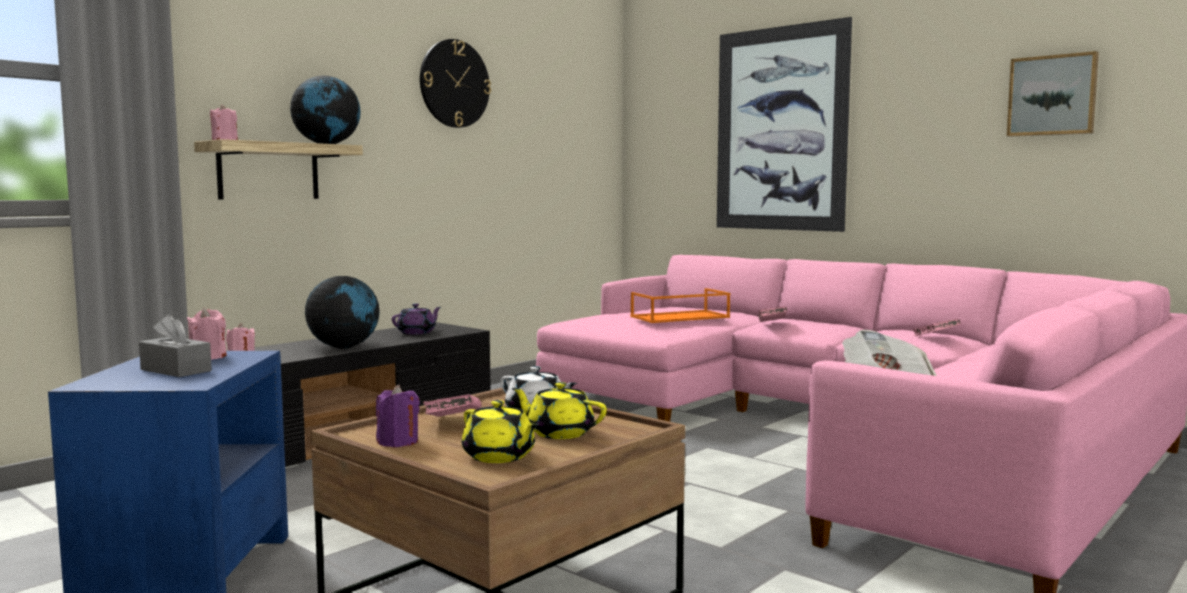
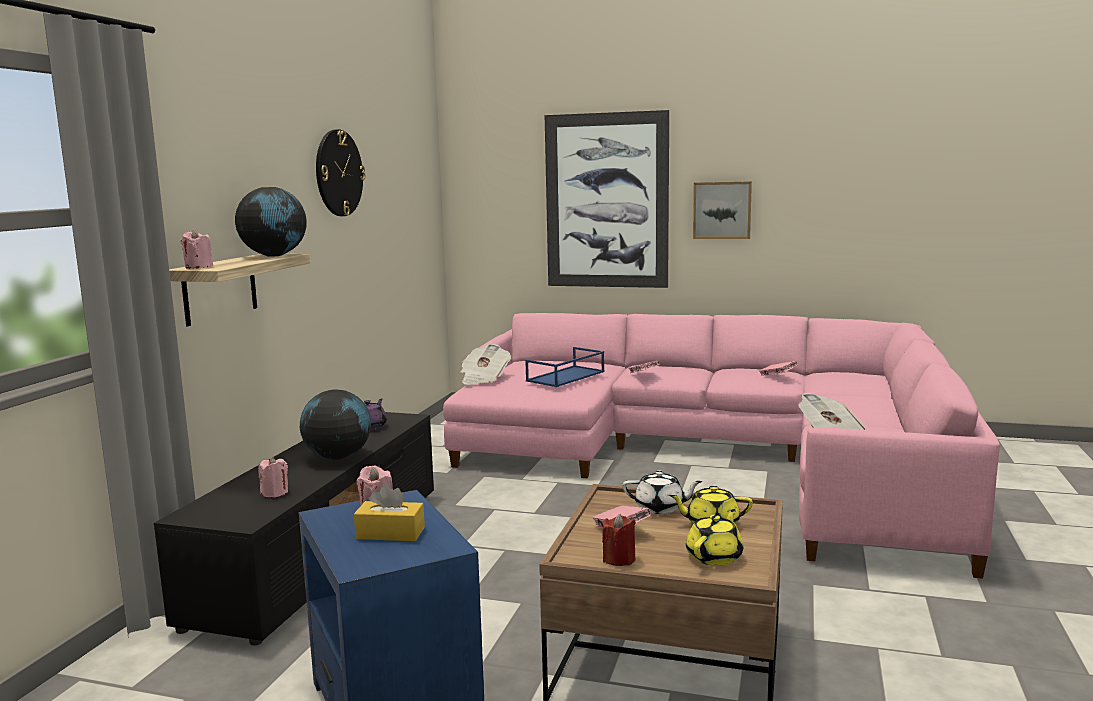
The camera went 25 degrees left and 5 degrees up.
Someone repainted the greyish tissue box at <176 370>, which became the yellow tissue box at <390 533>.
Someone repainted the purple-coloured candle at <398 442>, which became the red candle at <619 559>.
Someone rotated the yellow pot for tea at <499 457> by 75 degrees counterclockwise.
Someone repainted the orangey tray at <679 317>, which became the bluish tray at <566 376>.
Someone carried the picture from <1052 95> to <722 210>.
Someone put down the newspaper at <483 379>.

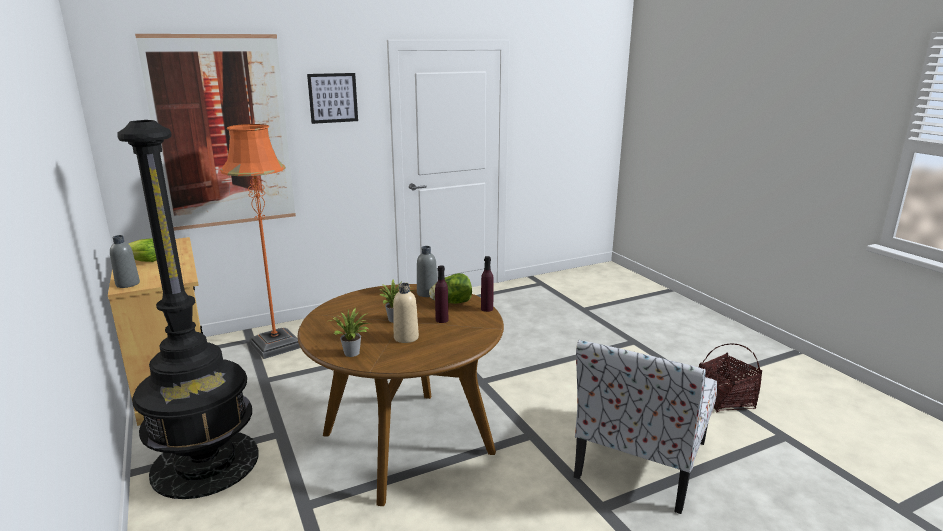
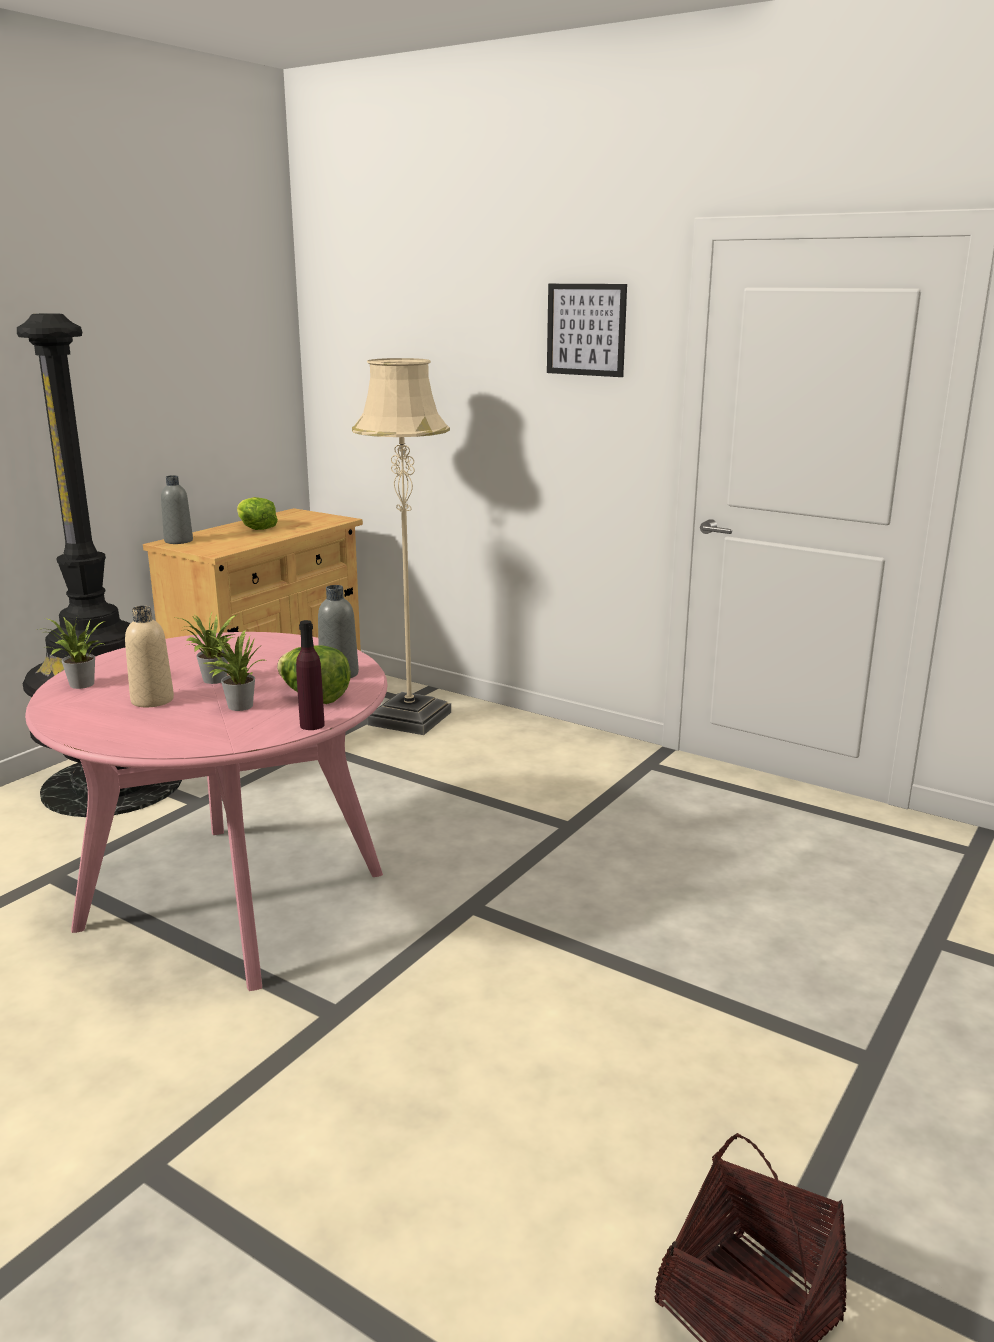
The camera went 60 degrees right and 0 degrees up.
Someone took away the picture at <222 133>.
Someone repainted the orangey standing lamp at <276 345>, which became the beige standing lamp at <409 718>.
Someone repainted the brownish kitchen table at <407 443>, which became the pink-coloured kitchen table at <233 899>.
Someone swapped the purple-coloured bottle at <442 320> for the potted plant at <237 706>.
Someone took away the upright chair at <640 461>.

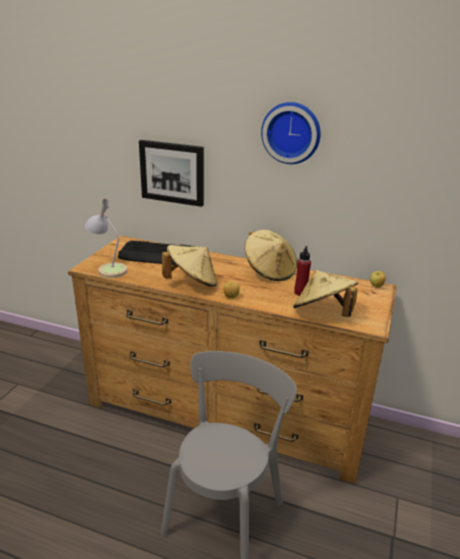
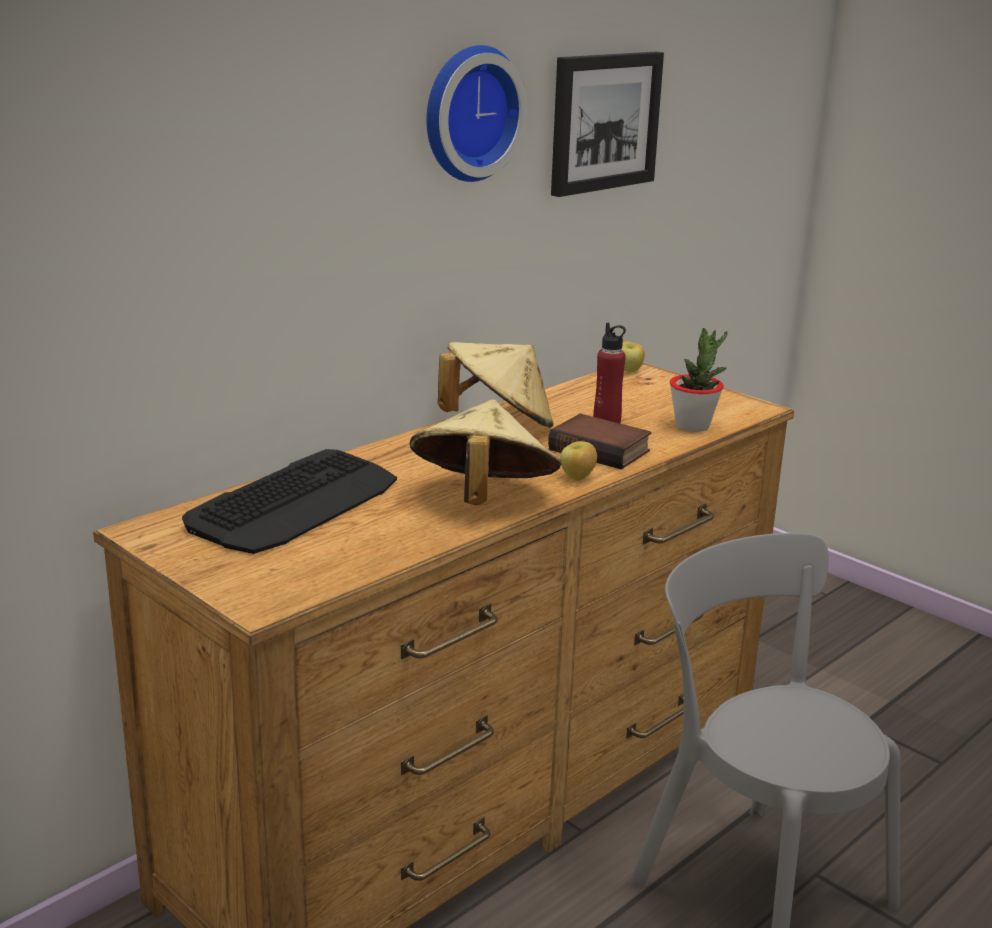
The camera went 65 degrees left and 5 degrees down.
Someone took away the table lamp at <108 269>.
Someone carried the picture from <172 172> to <604 122>.
Someone swapped the beige hat at <323 313> for the potted plant at <692 426>.
Someone put down the bound book at <601 450>.

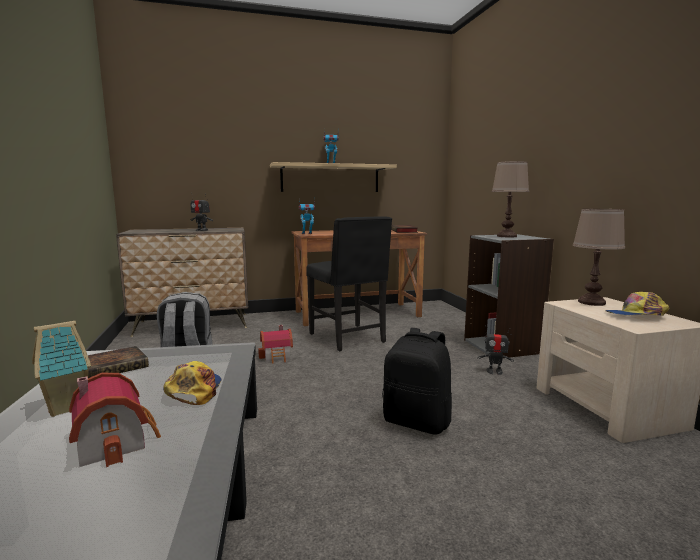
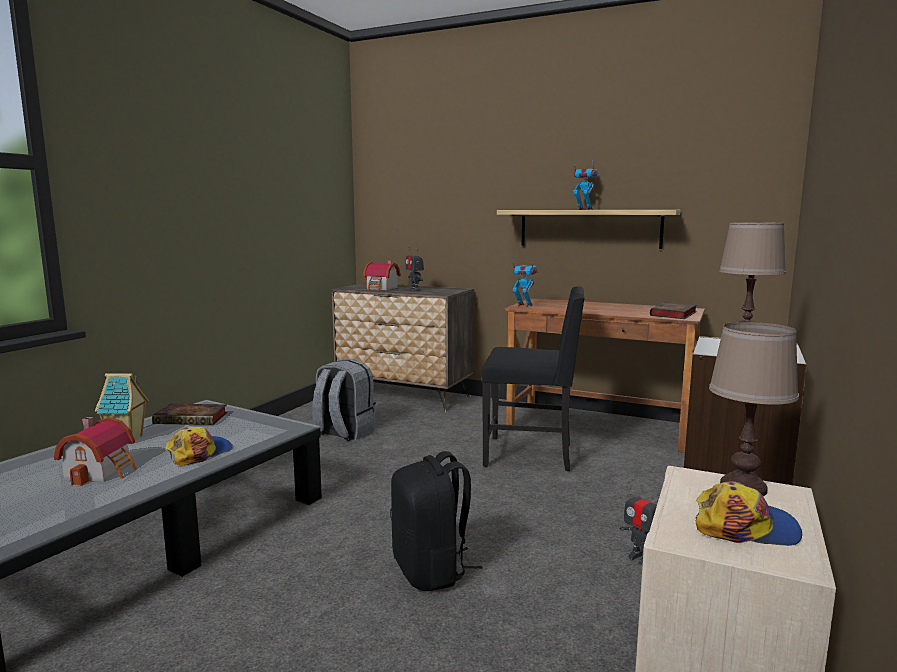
The camera went 40 degrees right and 0 degrees up.
Someone carried the miniature house from <277 356> to <382 288>.
Someone rotated the black-coloured upright chair at <349 338> by 90 degrees counterclockwise.
Someone rotated the baseball cap at <636 315> by 150 degrees clockwise.

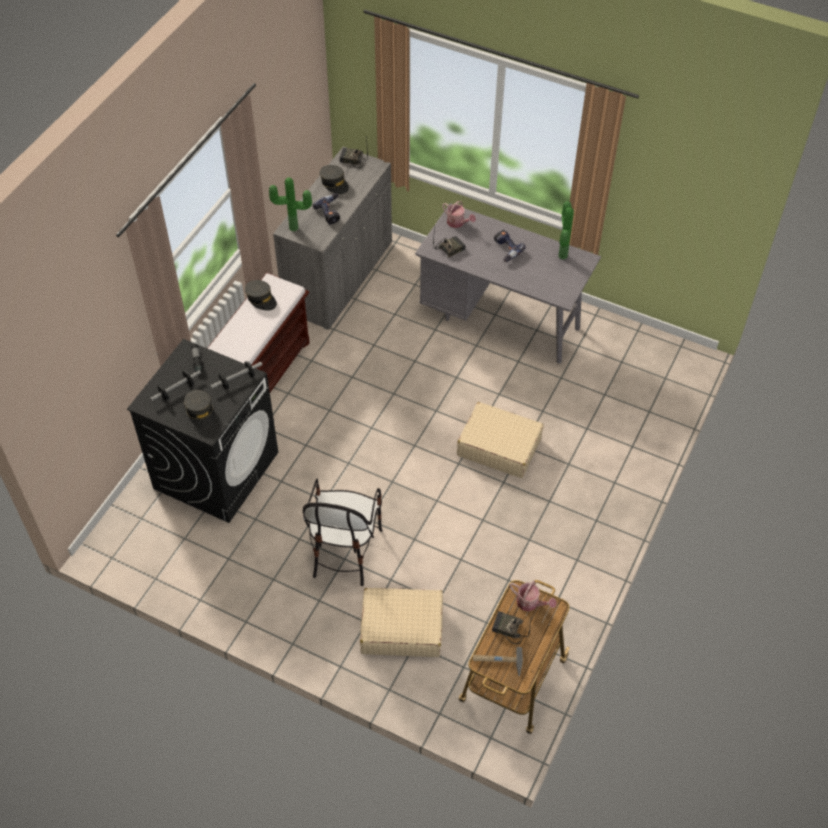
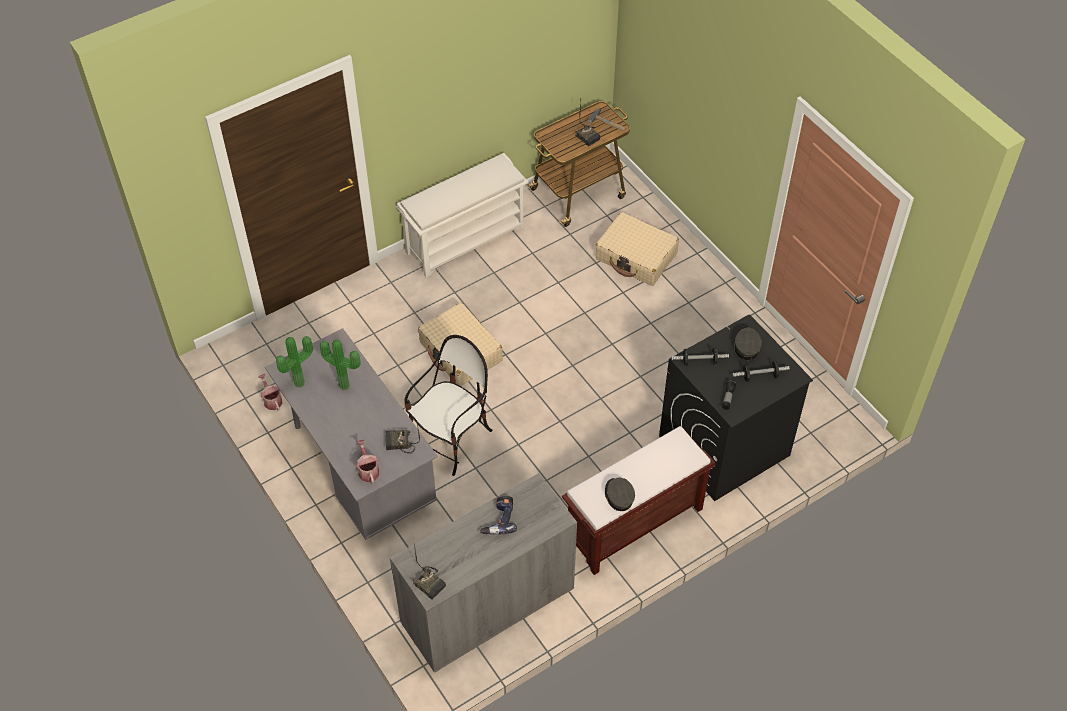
The camera went 150 degrees left and 0 degrees up.
Someone carried the potted plant from <293 229> to <345 384>.
Someone carried the upright chair from <345 551> to <452 439>.
Someone took away the greyish baseball cap at <334 183>.
Someone took away the power drill at <505 250>.
Someone carried the watering pot from <530 603> to <272 400>.
Someone put down the whitish shoe rack at <465 239>.

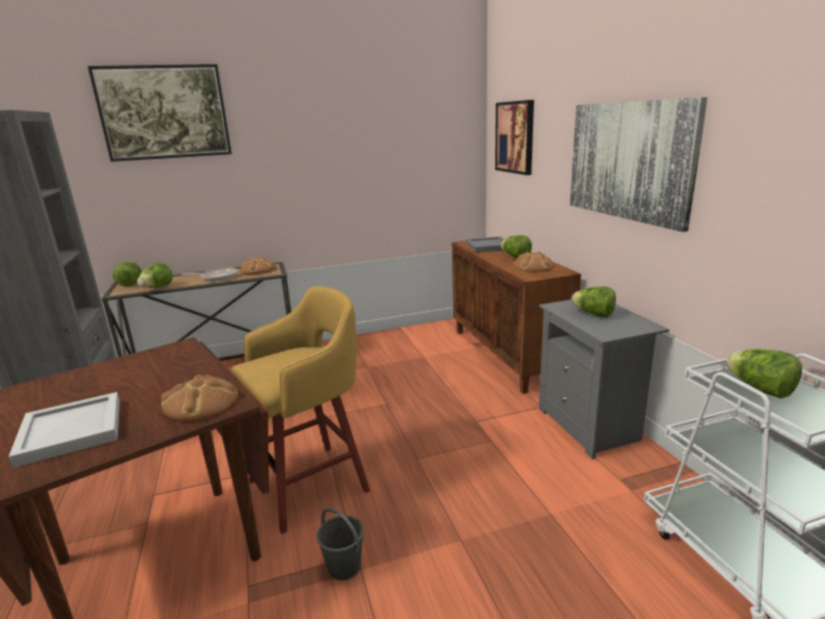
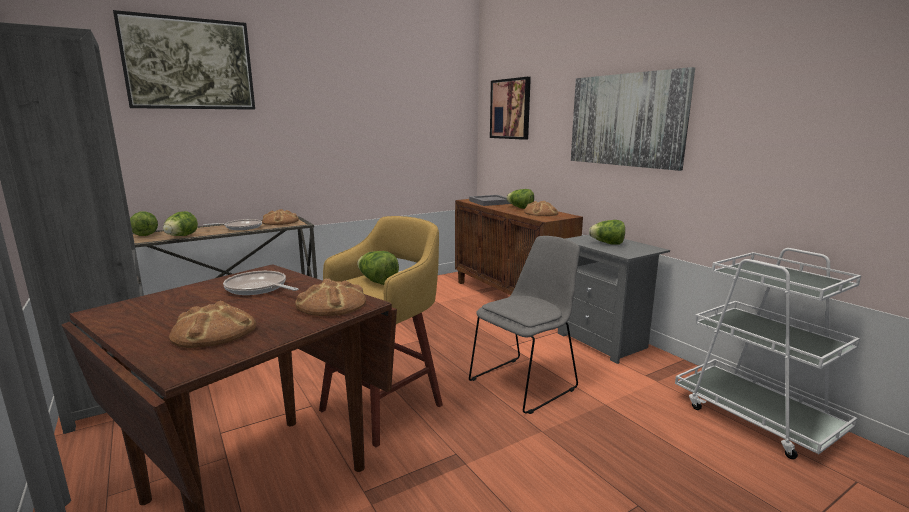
The camera went 15 degrees left and 5 degrees down.
Someone swapped the whitish tray at <69 432> for the baked bread at <213 331>.
Someone took away the greyish water bucket at <343 566>.
Someone carried the head of lettuce from <760 389> to <377 281>.
Someone put down the pan at <258 288>.
Someone put down the greyish upright chair at <525 383>.

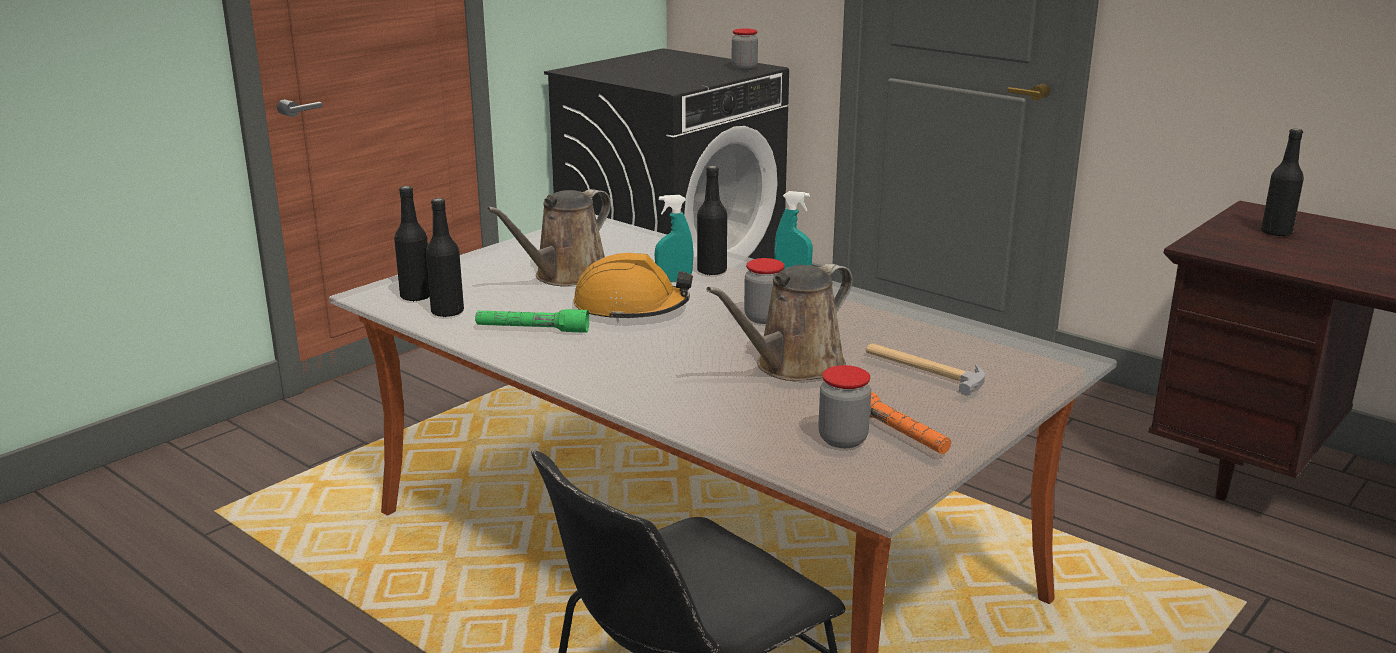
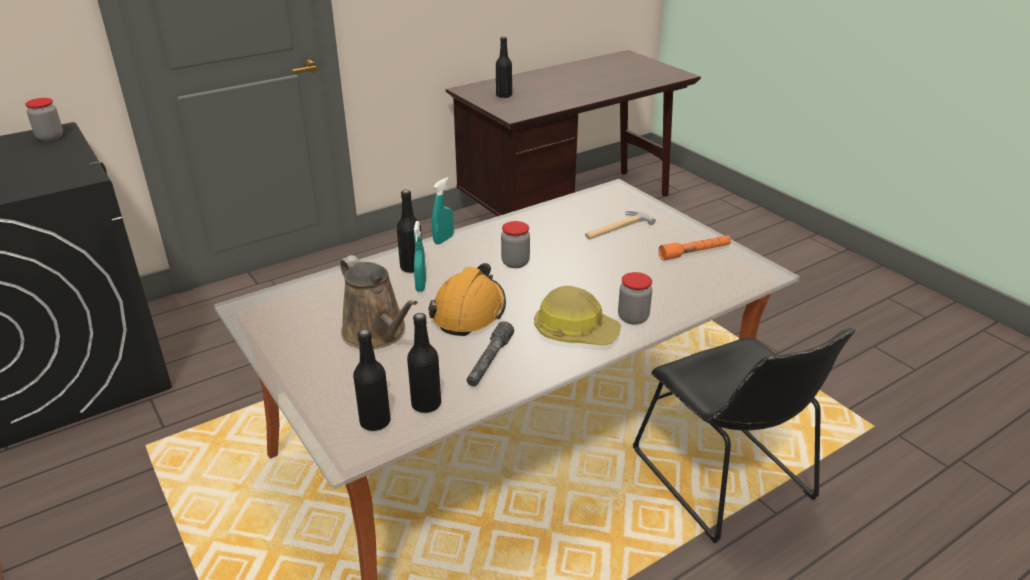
The camera went 75 degrees left and 10 degrees up.
Someone repainted the greenish hand torch at <532 329>, which became the greyish hand torch at <489 361>.
Someone took away the brownish watering pot at <793 366>.
Someone carried the preserve jar from <842 439> to <633 317>.
Someone put down the work helmet at <575 331>.

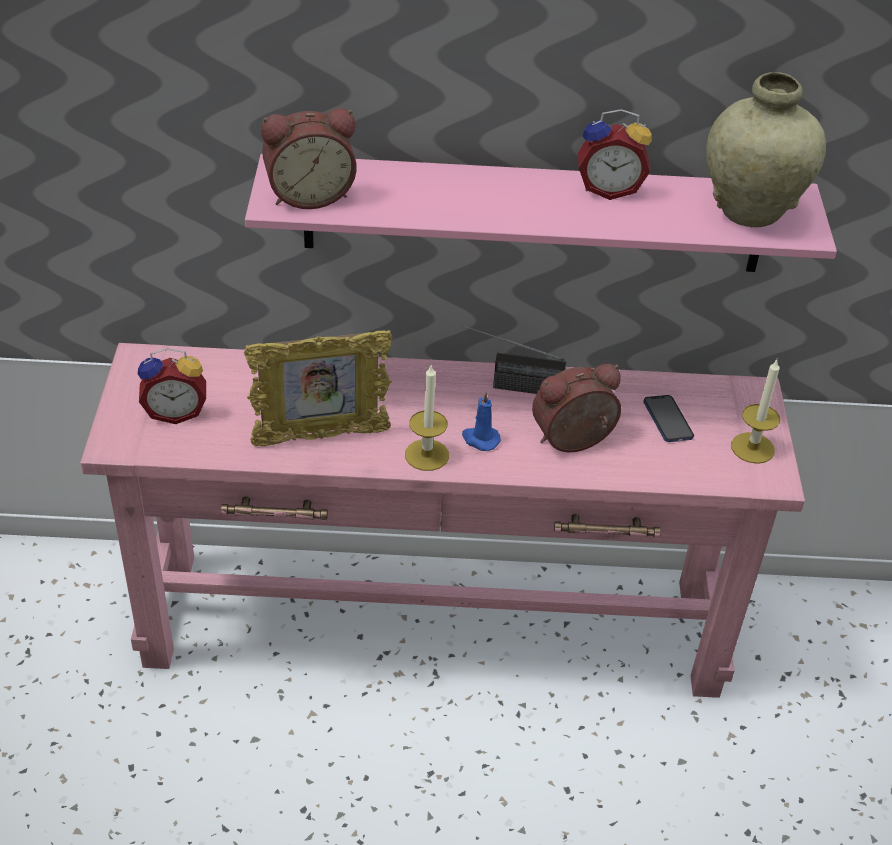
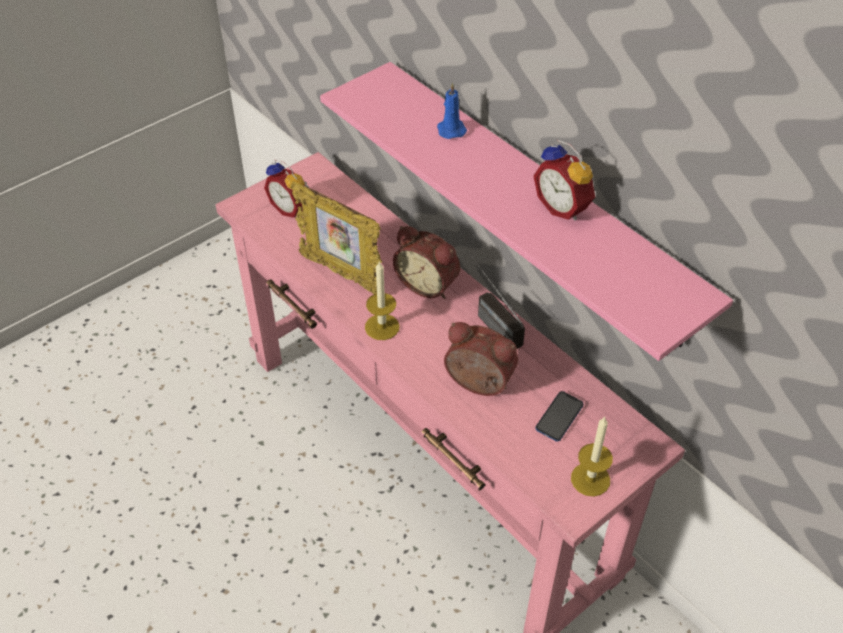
The camera went 50 degrees right and 5 degrees up.
Someone carried the alarm clock from <309 194> to <428 284>.
Someone carried the bluish candle from <480 439> to <450 129>.
Someone took away the beige decorative vase at <751 211>.

